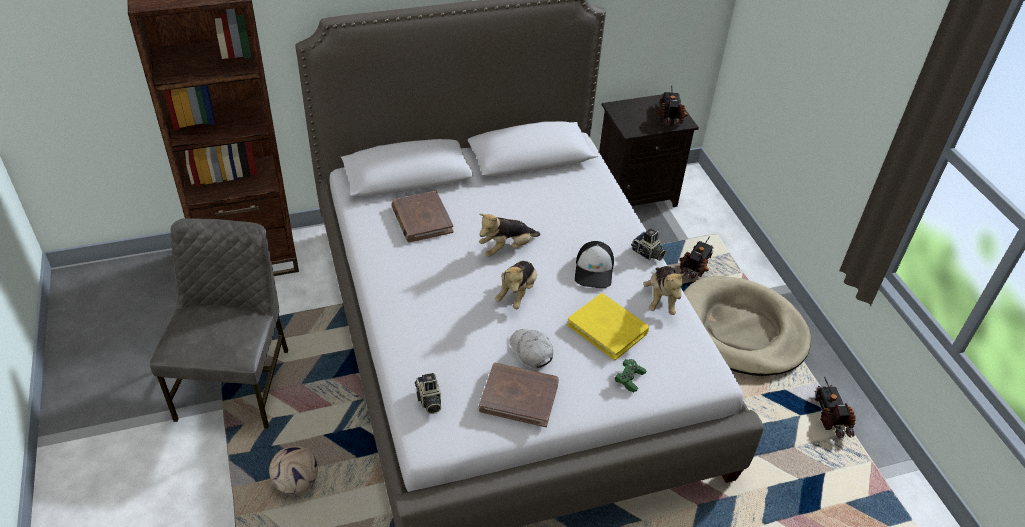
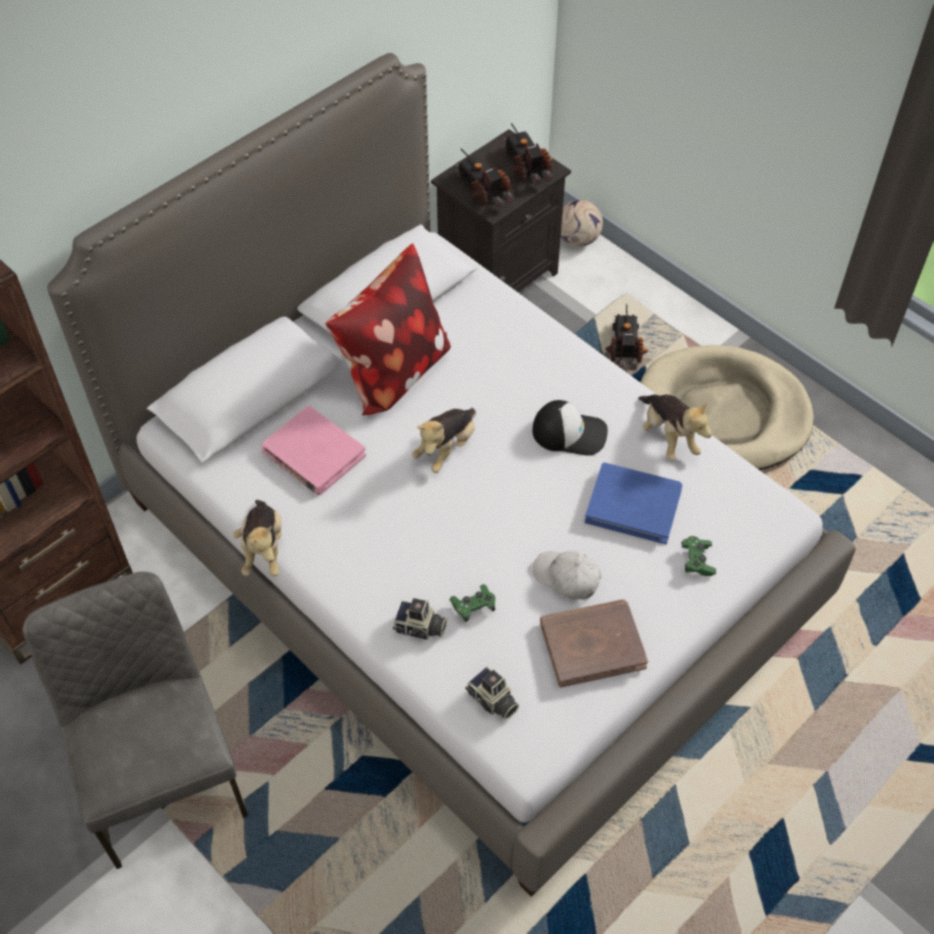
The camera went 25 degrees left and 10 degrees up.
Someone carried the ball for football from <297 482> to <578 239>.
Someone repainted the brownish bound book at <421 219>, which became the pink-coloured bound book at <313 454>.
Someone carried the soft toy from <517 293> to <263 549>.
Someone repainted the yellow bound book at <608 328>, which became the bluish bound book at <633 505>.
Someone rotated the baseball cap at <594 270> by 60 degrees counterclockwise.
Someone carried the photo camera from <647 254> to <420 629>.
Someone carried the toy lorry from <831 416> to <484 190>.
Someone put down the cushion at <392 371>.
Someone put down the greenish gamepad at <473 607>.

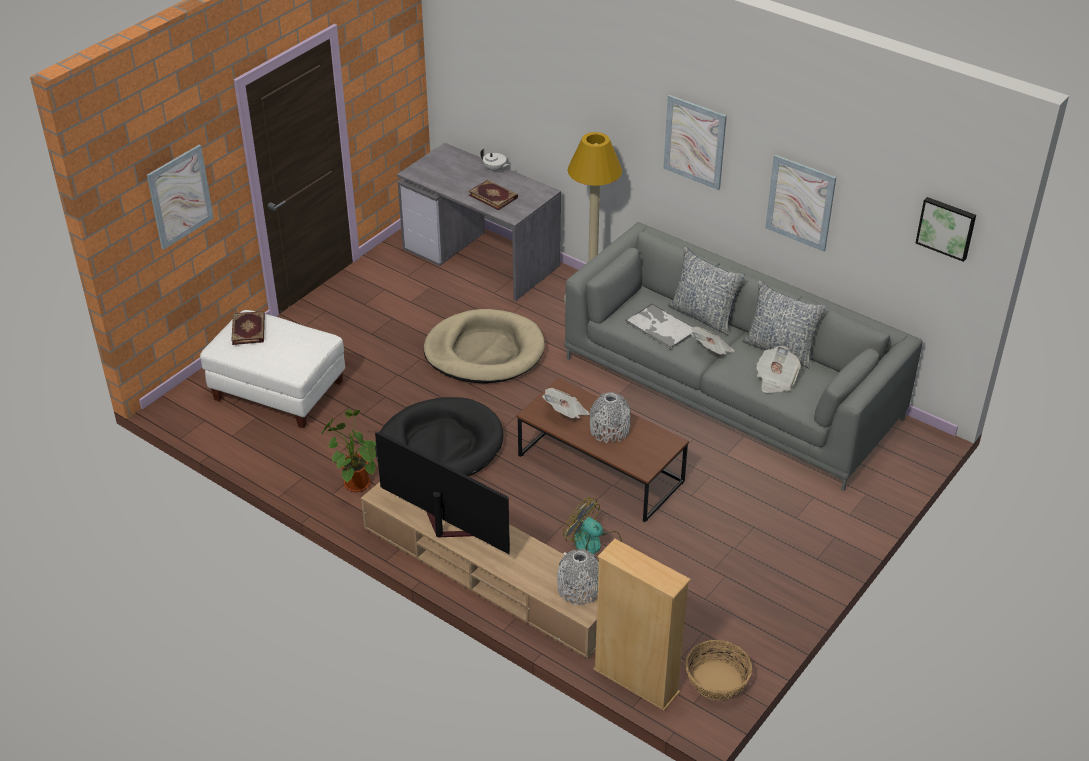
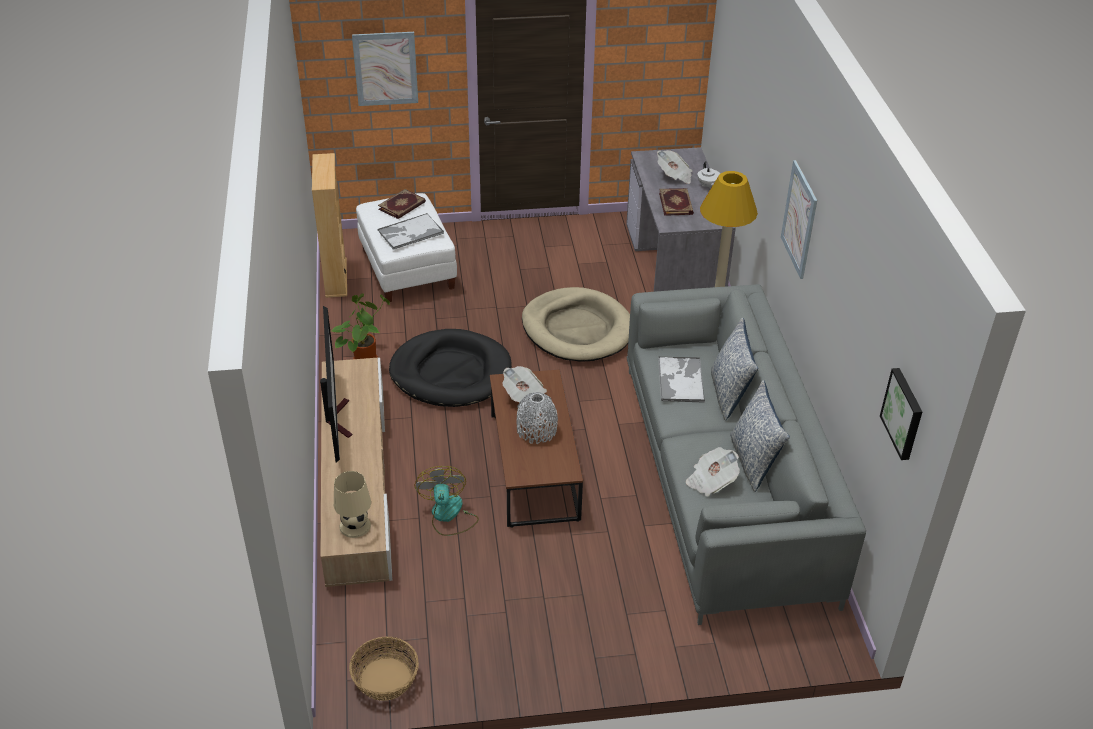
The camera went 45 degrees right and 0 degrees up.
Someone swapped the greyish decorative vase at <579 589> for the beige table lamp at <355 526>.
Someone carried the beige bookshelf from <636 681> to <336 278>.
Someone carried the newspaper from <711 350> to <674 176>.
Someone took away the picture at <800 202>.
Someone put down the tray at <410 232>.

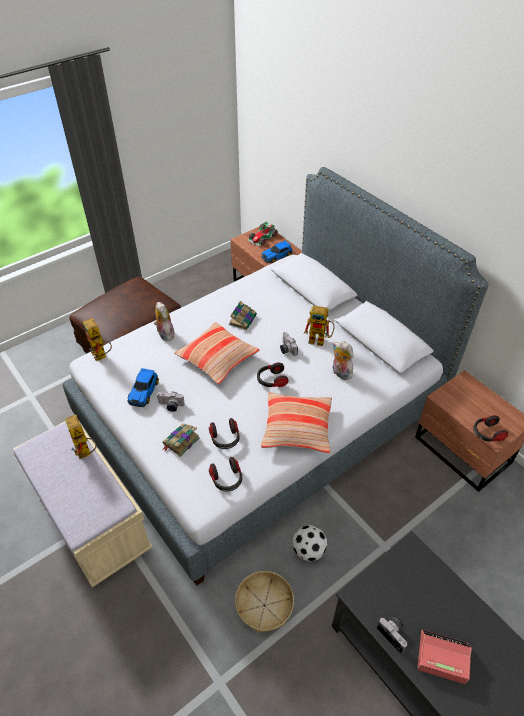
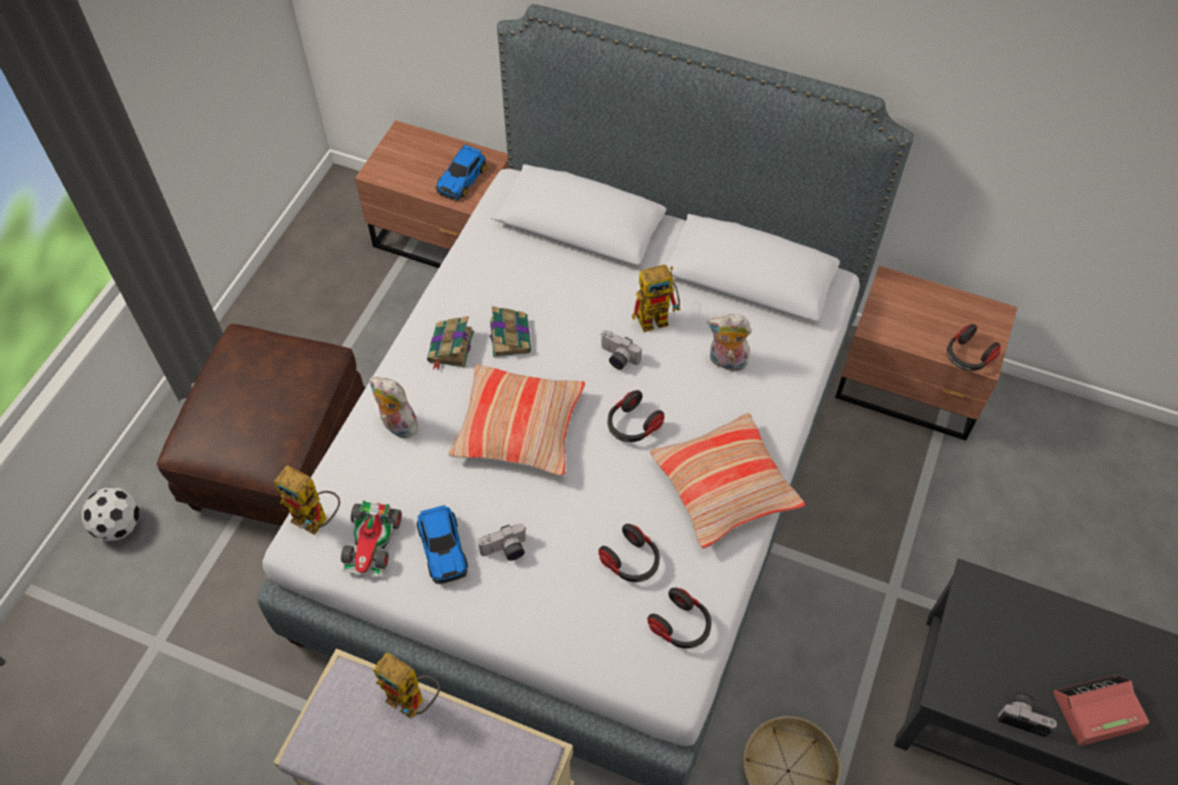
The camera went 30 degrees left and 10 degrees up.
Someone carried the bound book from <180 442> to <450 348>.
Someone carried the toy car from <262 237> to <372 542>.
Someone carried the ball for football from <308 551> to <119 526>.

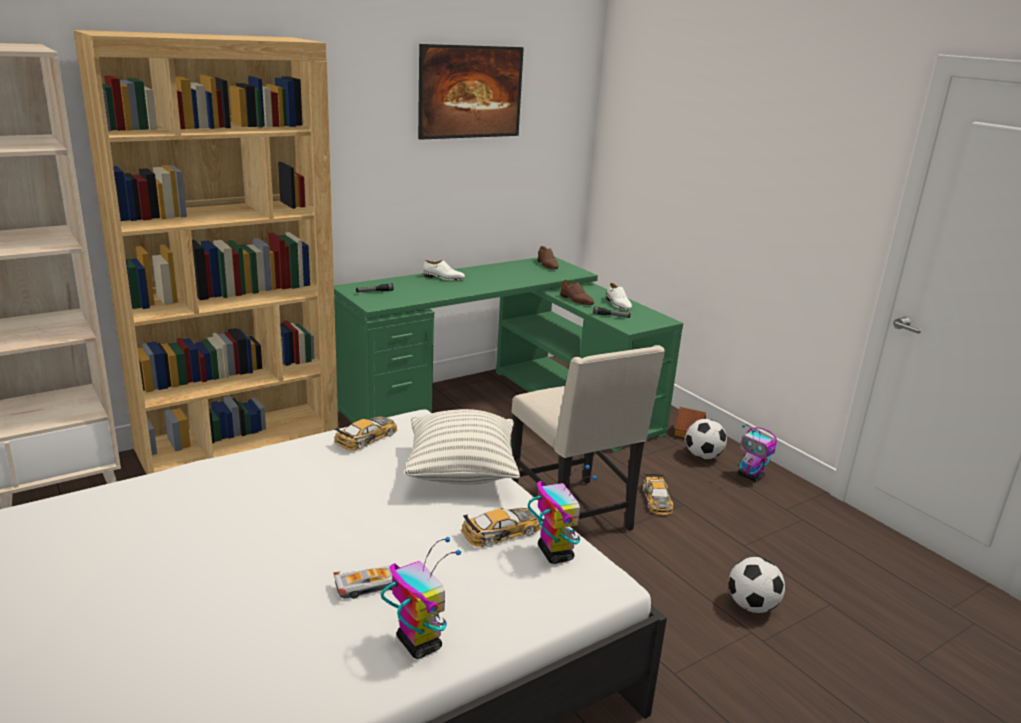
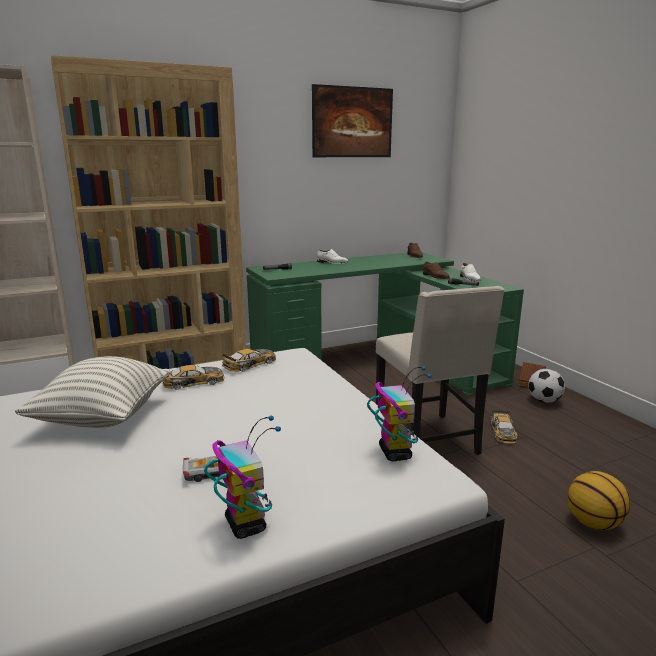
The camera went 10 degrees right and 5 degrees down.
Someone carried the cushion from <461 473> to <103 418>.
Someone carried the toy car from <502 532> to <194 382>.
Someone swapped the ball for football at <751 606> for the basketball ball at <593 523>.
Someone took away the toy robot at <751 477>.

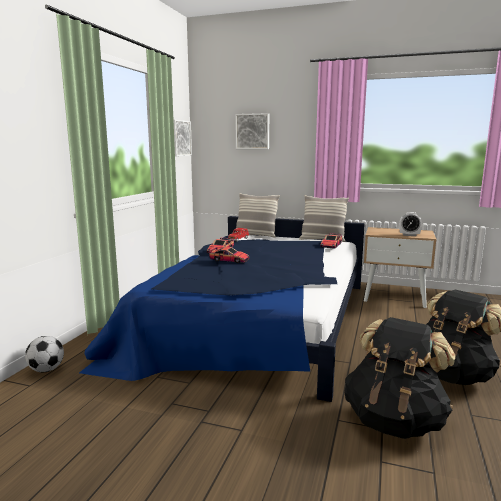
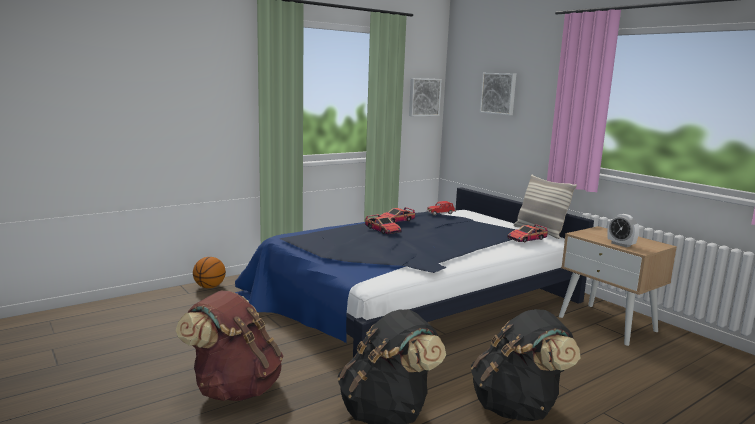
The camera went 35 degrees right and 0 degrees up.
Someone swapped the ball for football at <46 370> for the basketball ball at <209 287>.
Someone took away the cushion at <256 235>.
Someone put down the brownish knapsack at <234 389>.

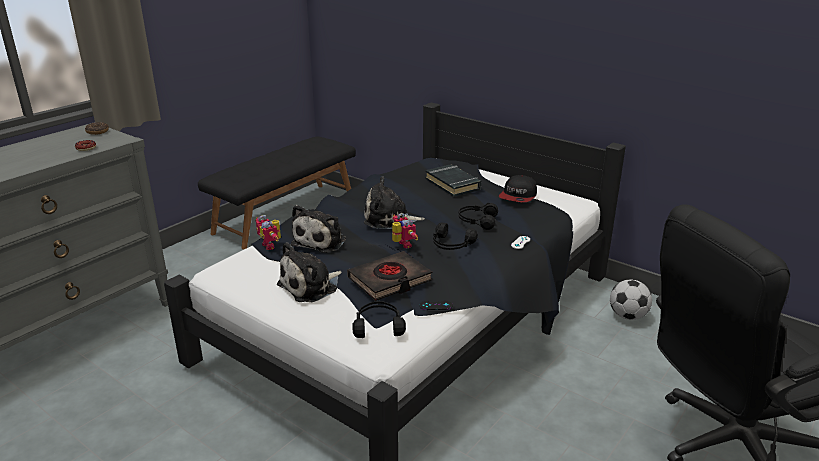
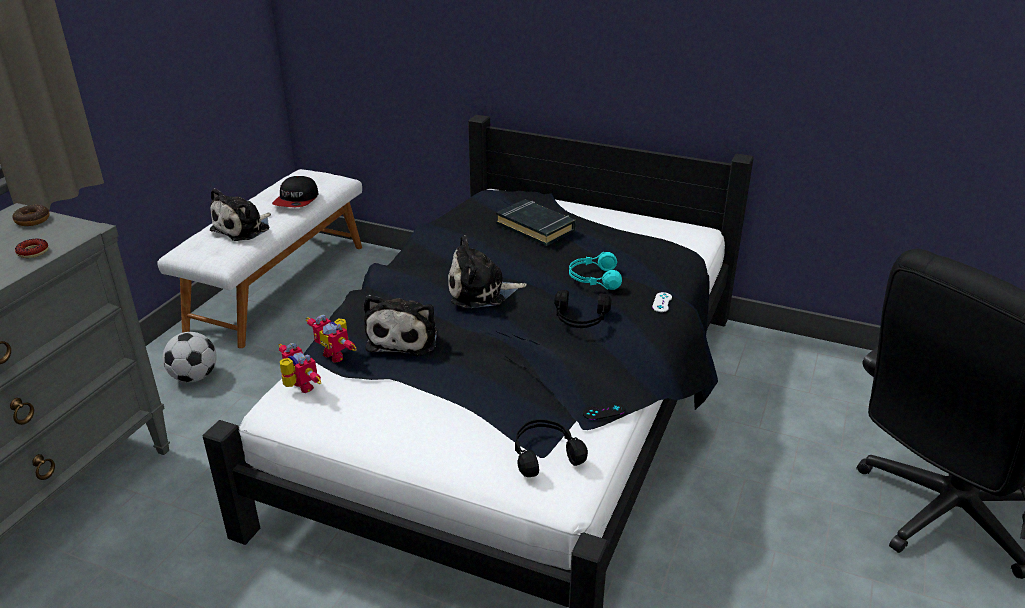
The camera went 15 degrees left and 5 degrees up.
Someone repainted the black-coloured bench at <285 214>, which became the whitish bench at <278 285>.
Someone carried the soft toy from <311 286> to <243 228>.
Someone took away the black-coloured bound book at <390 280>.
Someone carried the toy robot from <402 245> to <298 388>.
Someone repainted the black-coloured pair of headphones at <477 221>, which became the blue-green pair of headphones at <593 279>.
Someone carried the baseball cap from <518 196> to <297 200>.
Someone carried the ball for football from <627 316> to <194 377>.

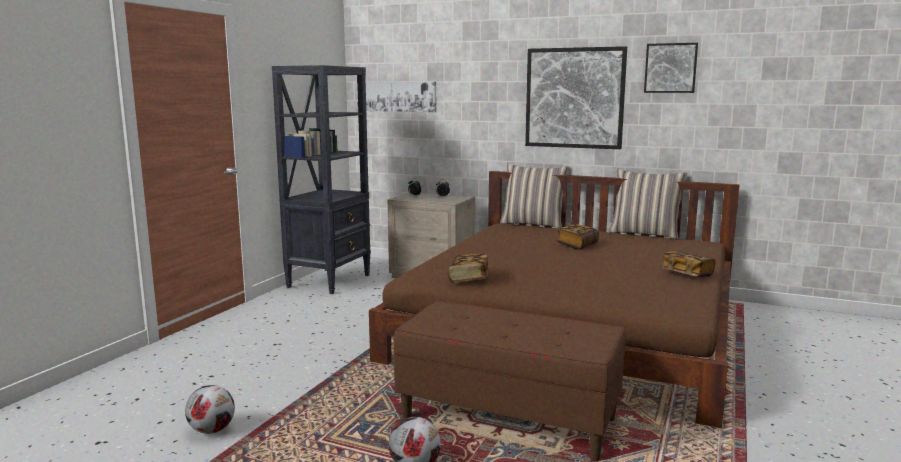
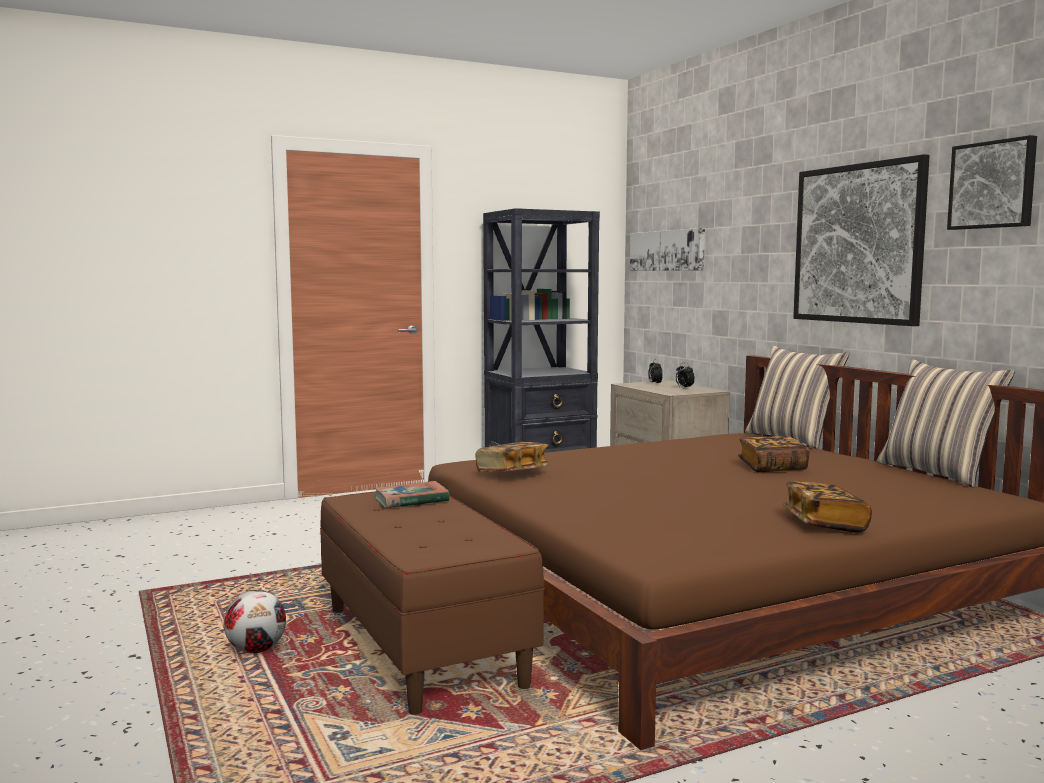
The camera went 40 degrees right and 5 degrees down.
Someone took away the ball for football at <212 430>.
Someone put down the bound book at <411 500>.

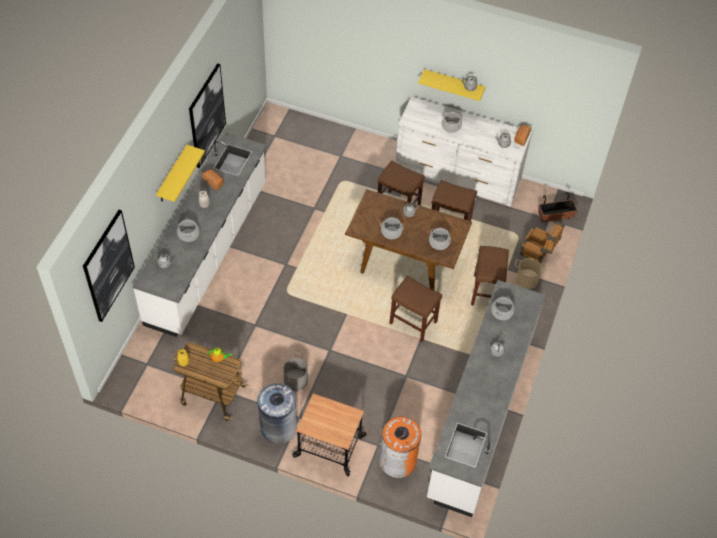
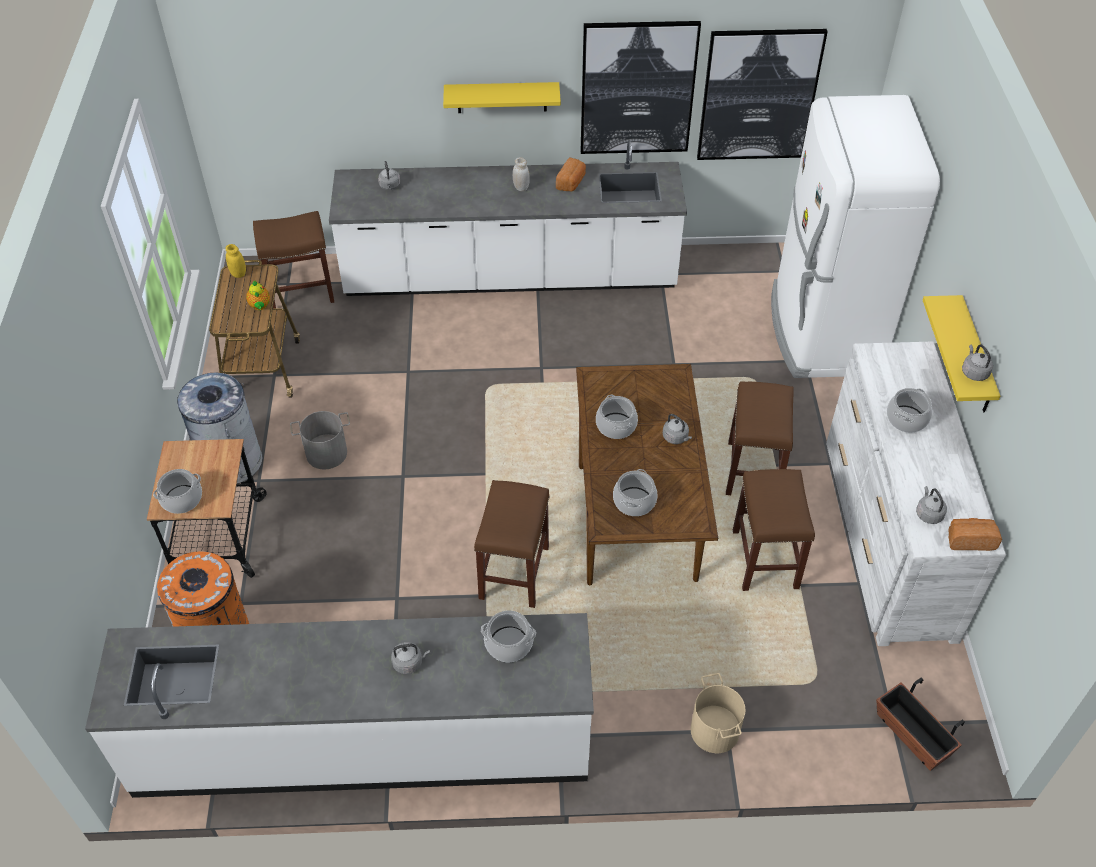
The camera went 70 degrees right and 5 degrees down.
Someone carried the picture from <108 266> to <758 95>.
Someone carried the stockpot from <188 234> to <182 499>.
Someone carried the brownish stool from <486 292> to <300 292>.
Someone took away the shipping crate at <538 253>.
Someone put down the whitish fridge at <822 331>.

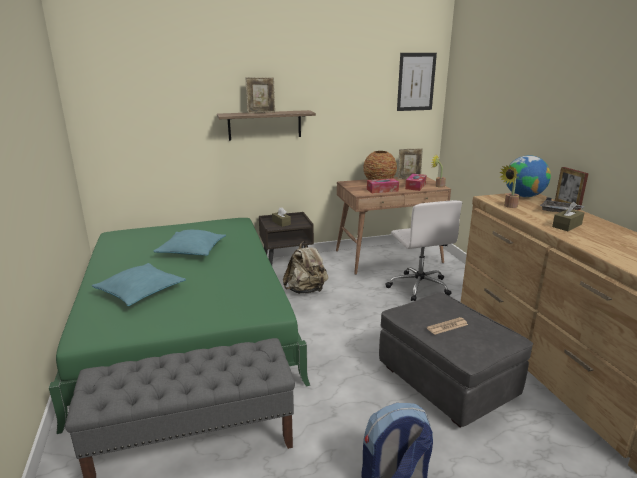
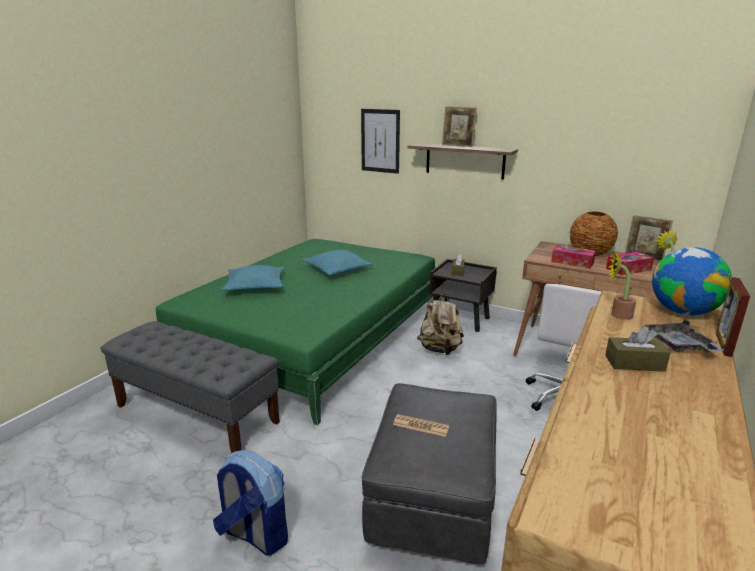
The camera went 45 degrees right and 0 degrees up.
Someone carried the picture from <416 82> to <380 141>.

